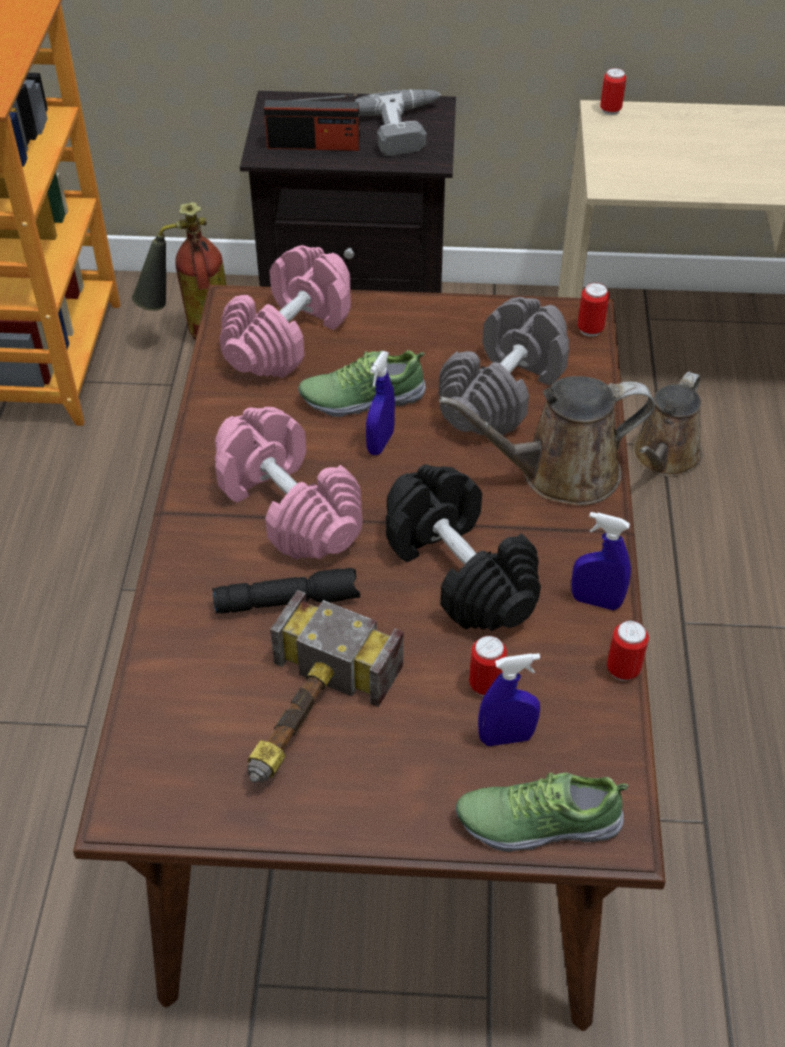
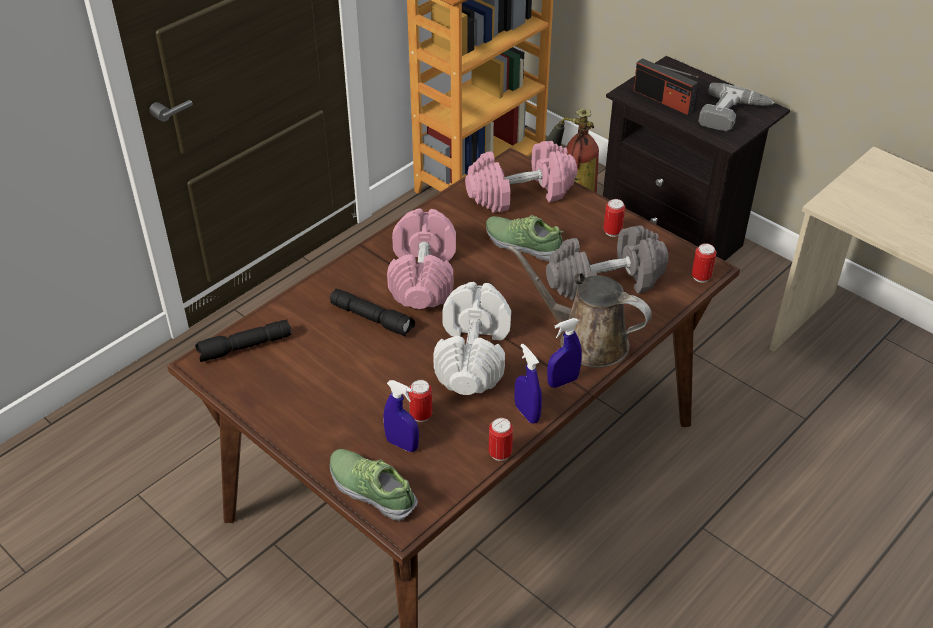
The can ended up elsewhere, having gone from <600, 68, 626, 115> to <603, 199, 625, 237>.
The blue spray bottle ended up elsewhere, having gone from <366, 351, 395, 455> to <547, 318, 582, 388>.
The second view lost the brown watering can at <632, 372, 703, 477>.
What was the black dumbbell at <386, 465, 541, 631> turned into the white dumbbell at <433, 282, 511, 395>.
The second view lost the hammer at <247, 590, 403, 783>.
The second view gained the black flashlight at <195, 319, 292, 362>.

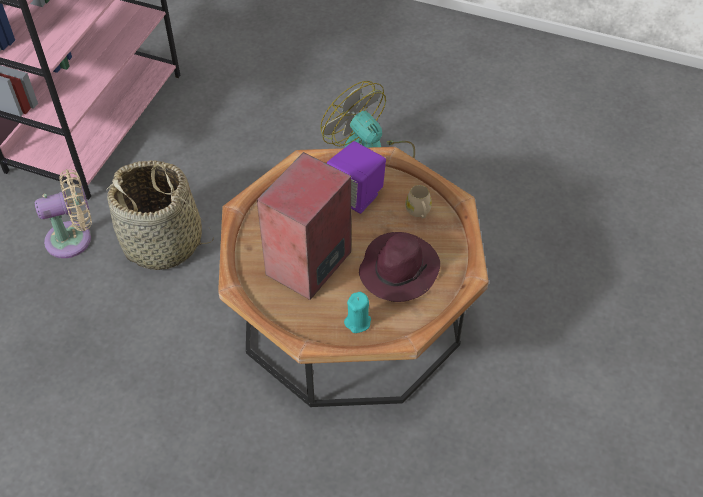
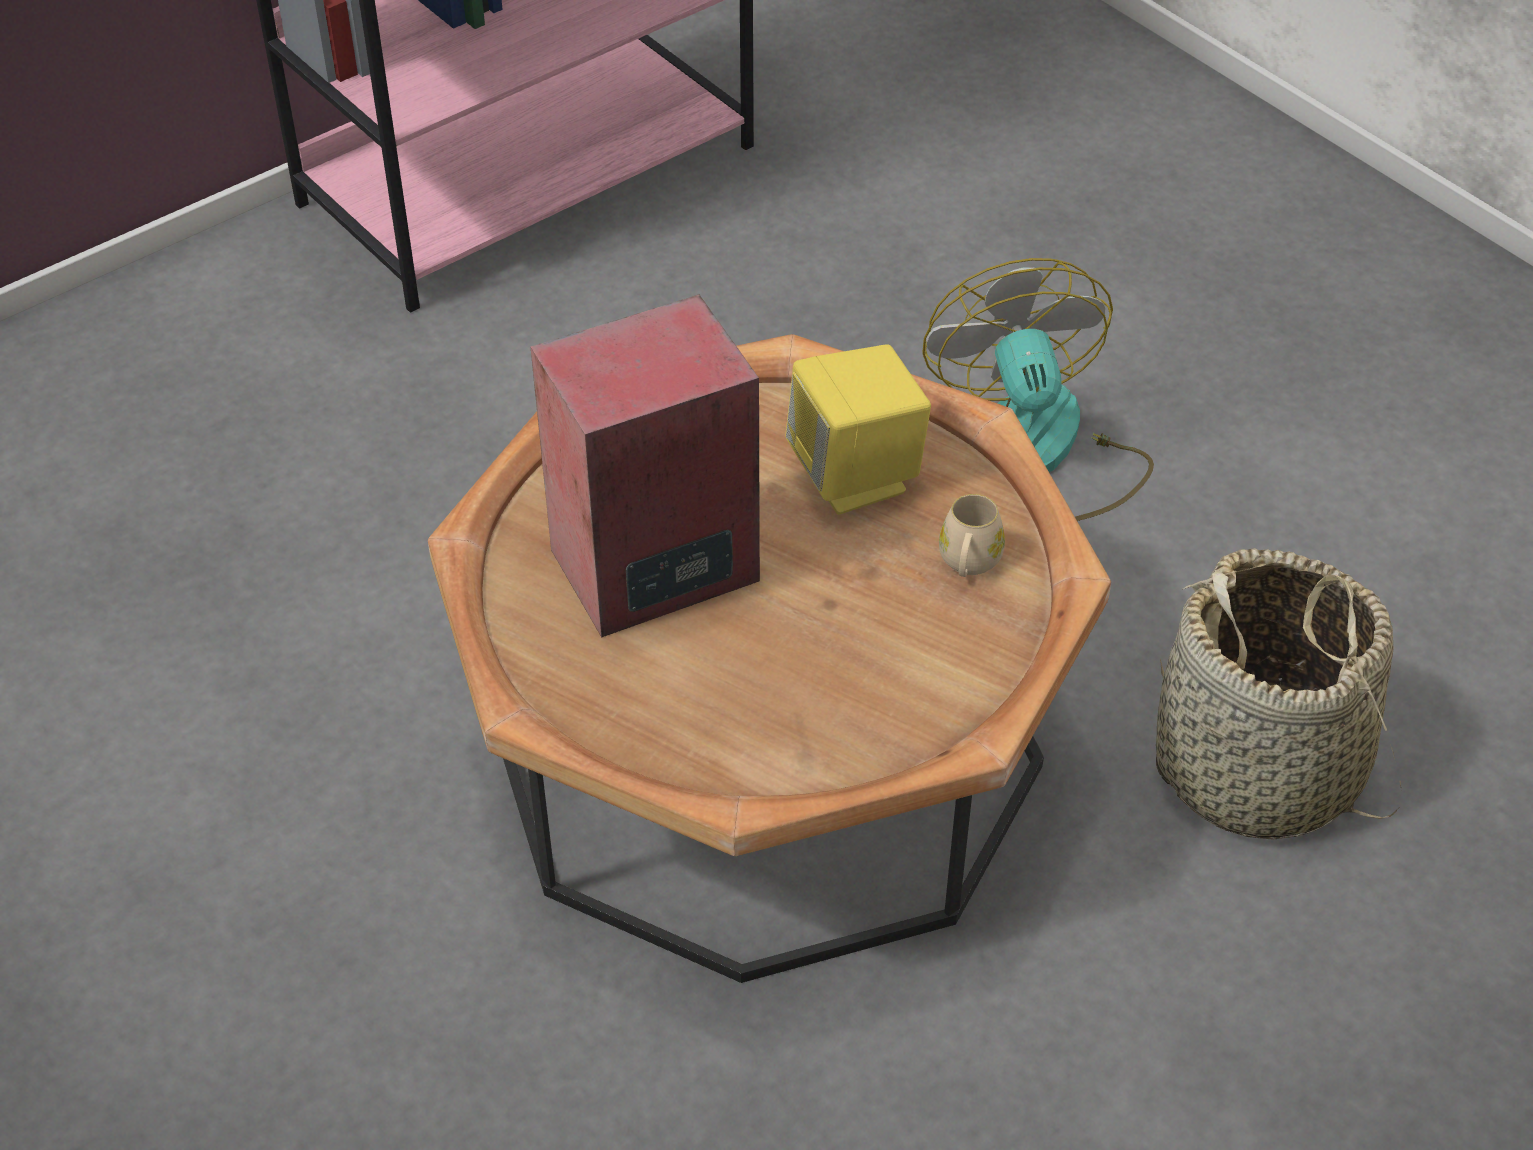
What was the purple speaker at <327, 141, 386, 214> turned into the yellow speaker at <785, 345, 931, 515>.
The basket ended up elsewhere, having gone from <106, 160, 214, 270> to <1156, 548, 1401, 840>.
The second view lost the beige fan at <35, 169, 92, 258>.
The second view lost the purple hat at <359, 232, 440, 302>.
The second view lost the turquoise candle at <344, 292, 371, 333>.

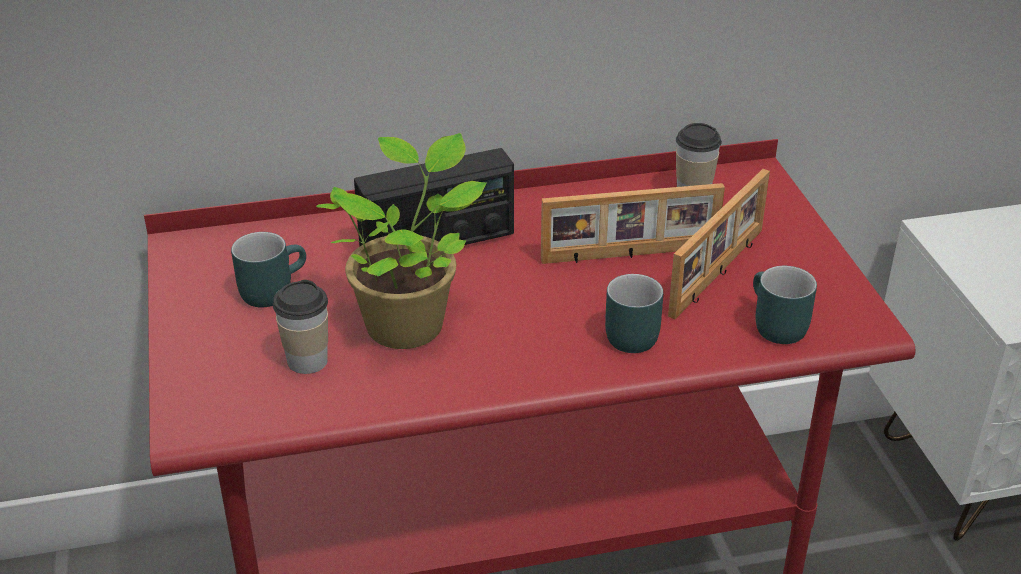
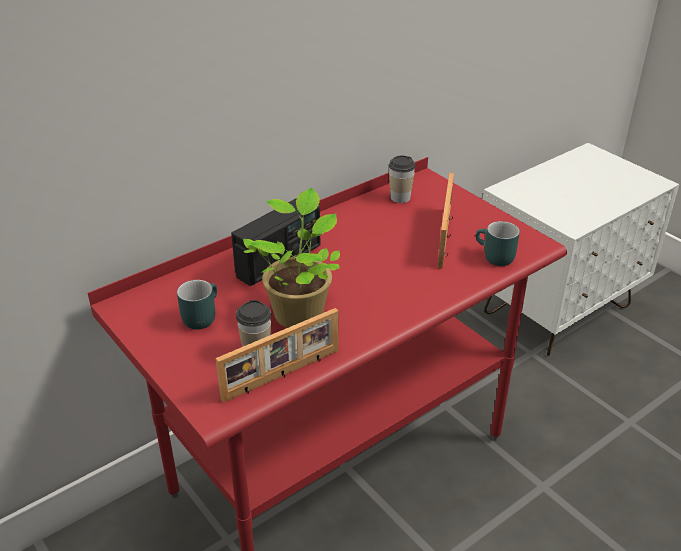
The picture frame ended up elsewhere, having gone from <541, 183, 725, 264> to <216, 308, 339, 403>.
The second view lost the turquoise mug at <605, 274, 663, 353>.

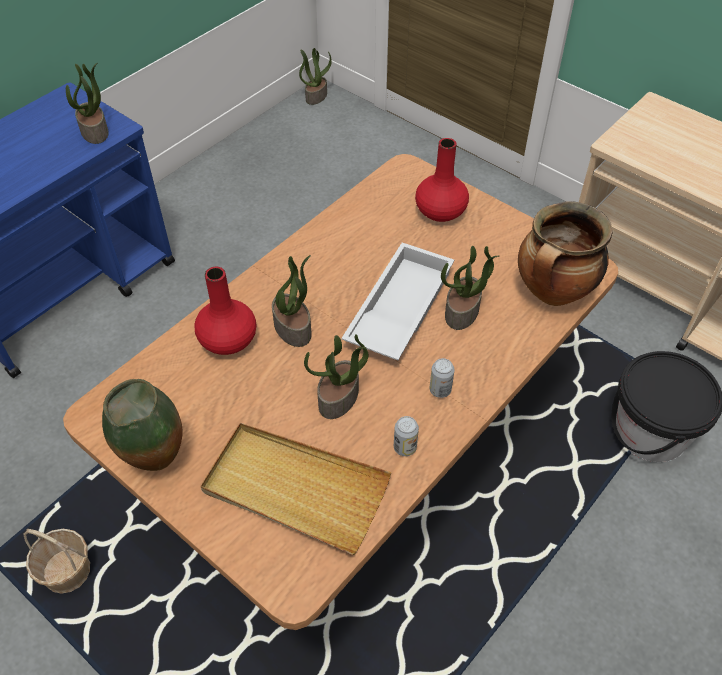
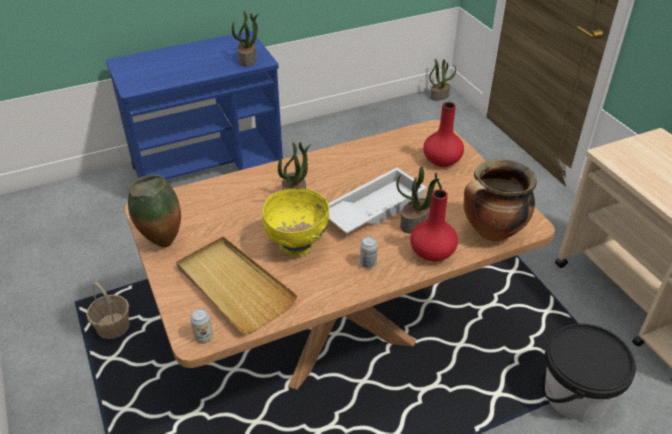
The red vase ended up elsewhere, having gone from <194, 267, 256, 355> to <410, 189, 458, 261>.
Where the potted plant stood at <304, 334, 368, 419>, the yellow bowl came to stand at <262, 189, 329, 257>.
The can ended up elsewhere, having gone from <394, 416, 419, 456> to <190, 309, 213, 343>.

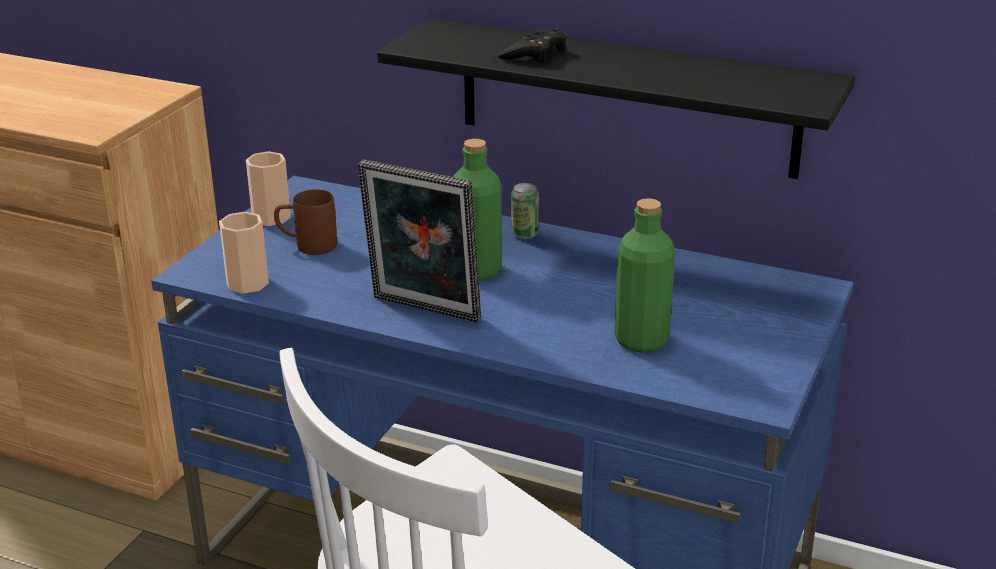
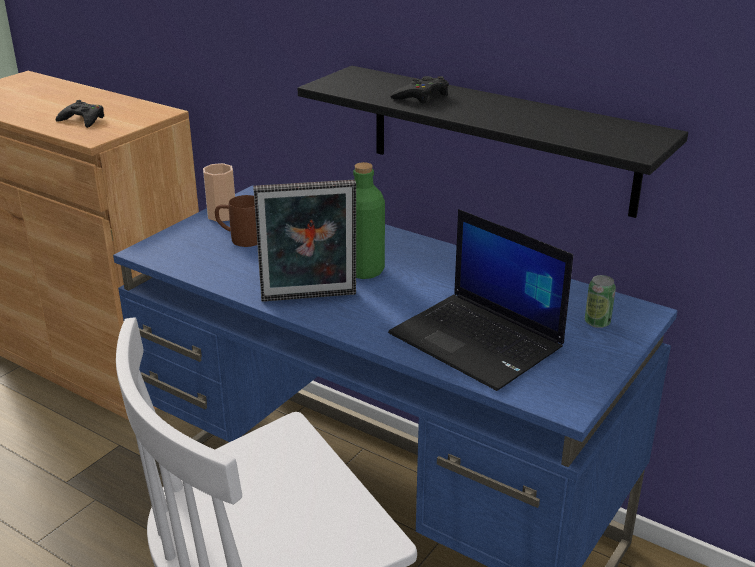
The picture frame at <358, 159, 481, 322> ended up facing another way, 45 degrees counterclockwise from before.
The can ended up elsewhere, having gone from <511, 183, 539, 239> to <585, 275, 616, 328>.
Where the green bottle stood at <614, 198, 675, 353>, the laptop came to stand at <388, 209, 573, 391>.
The second view lost the cup at <219, 212, 269, 294>.
The second view gained the black game controller at <56, 100, 105, 128>.

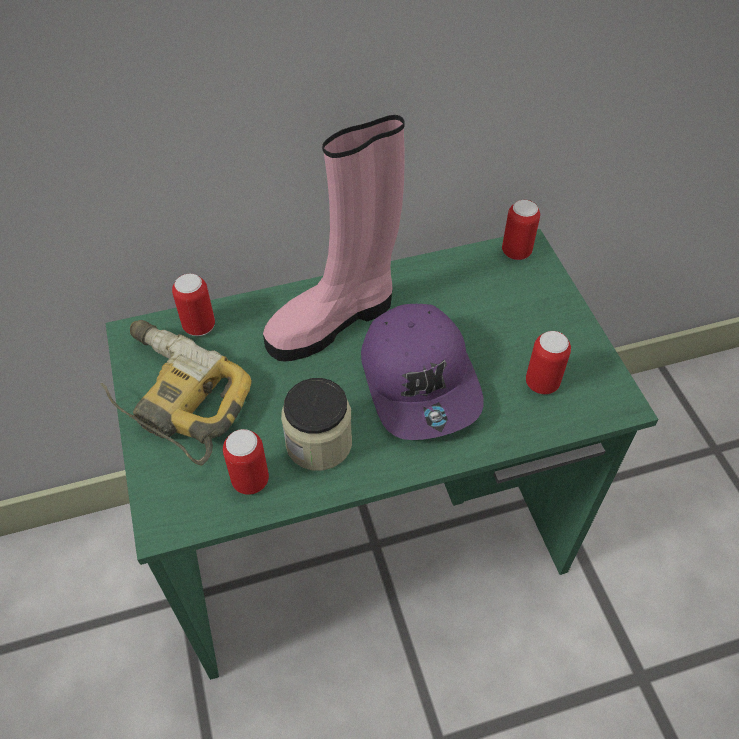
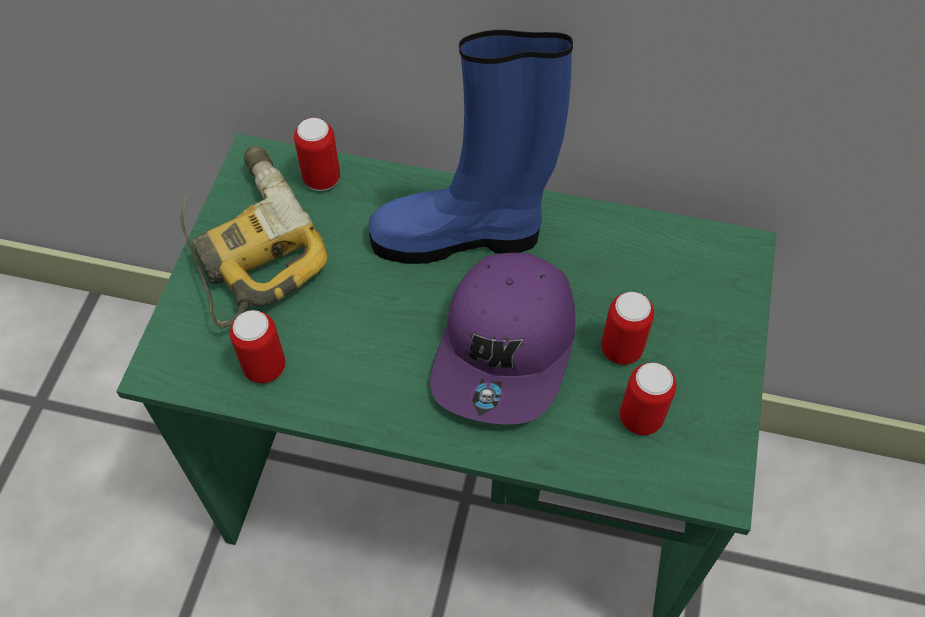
What was the pink boot at <263, 115, 405, 362> turned into the blue boot at <369, 30, 573, 264>.
The can ended up elsewhere, having gone from <502, 200, 540, 260> to <601, 292, 654, 365>.
The second view lost the jar at <281, 378, 352, 471>.

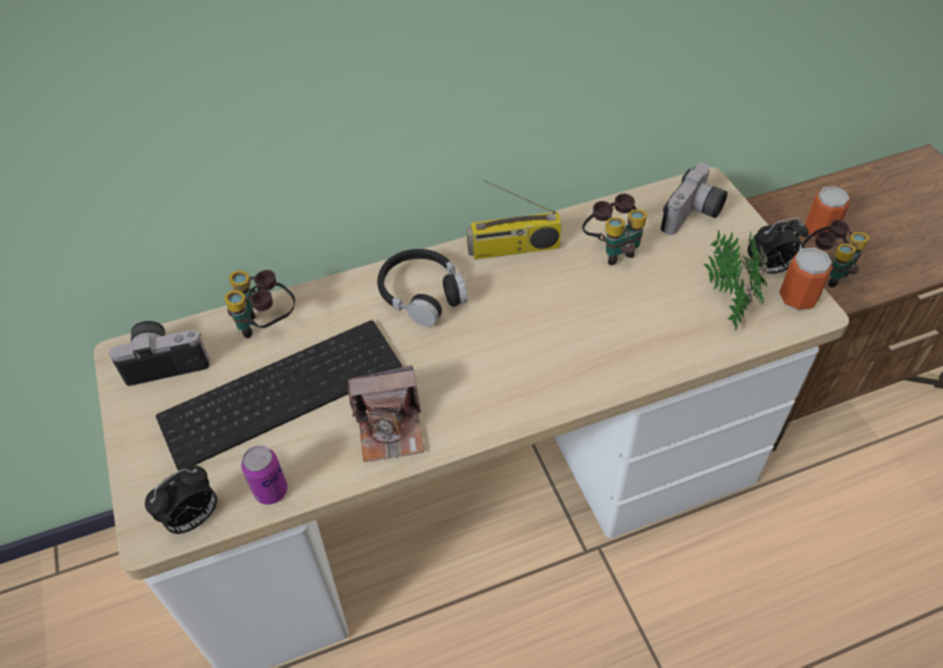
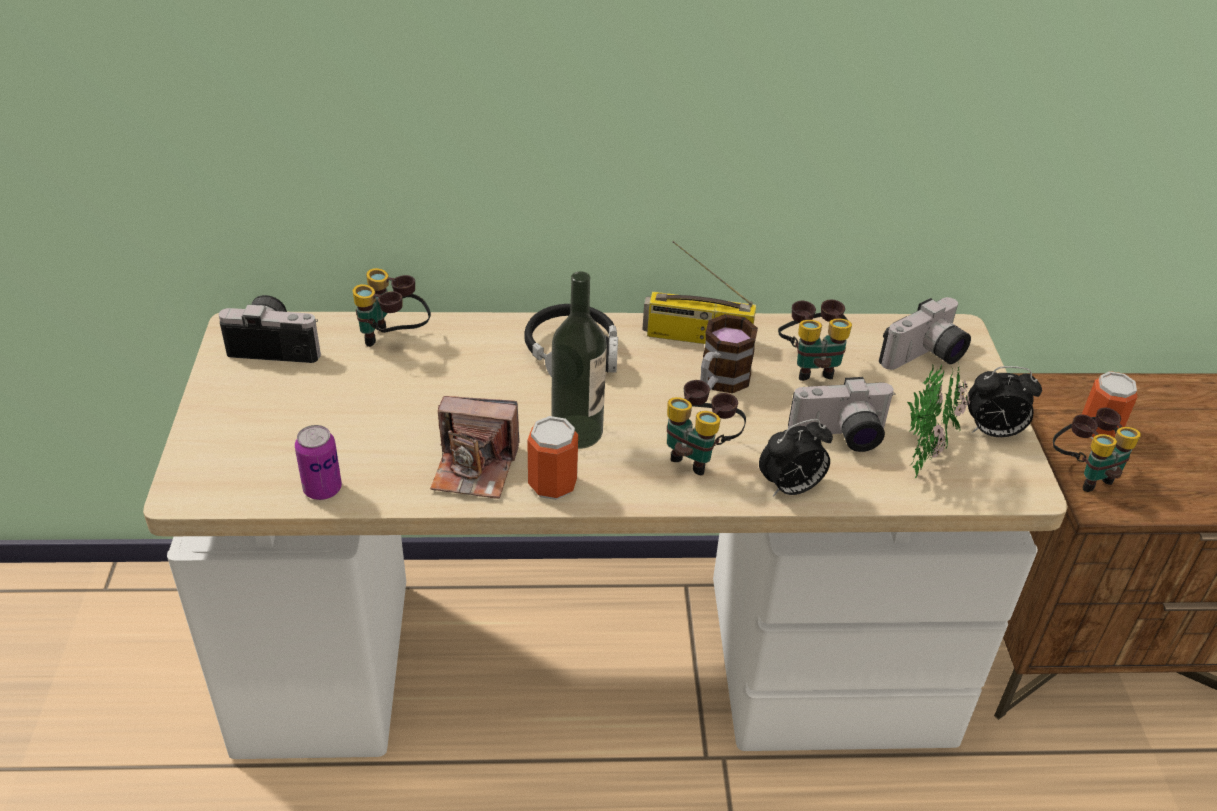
The can ended up elsewhere, having gone from <779, 247, 833, 311> to <527, 416, 578, 500>.
The second view lost the keyboard at <156, 320, 402, 471>.
The alarm clock ended up elsewhere, having gone from <145, 465, 217, 534> to <759, 419, 833, 497>.
The second view gained the bottle at <551, 271, 607, 449>.
The second view gained the mug at <700, 314, 758, 393>.
The second view gained the photo camera at <788, 377, 896, 452>.
The second view gained the binoculars at <667, 380, 746, 475>.

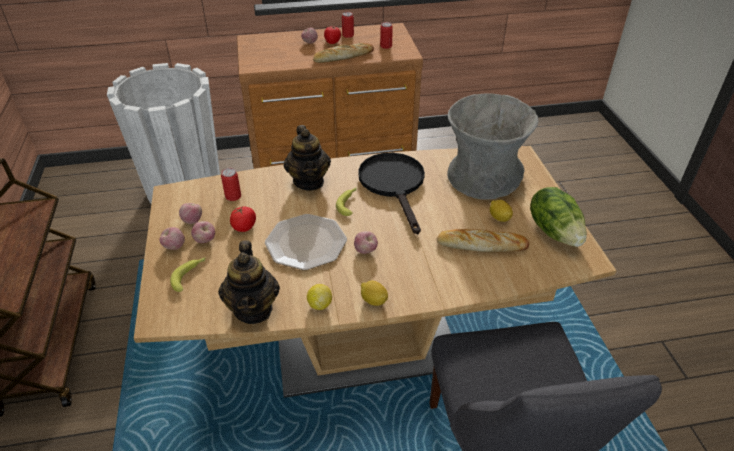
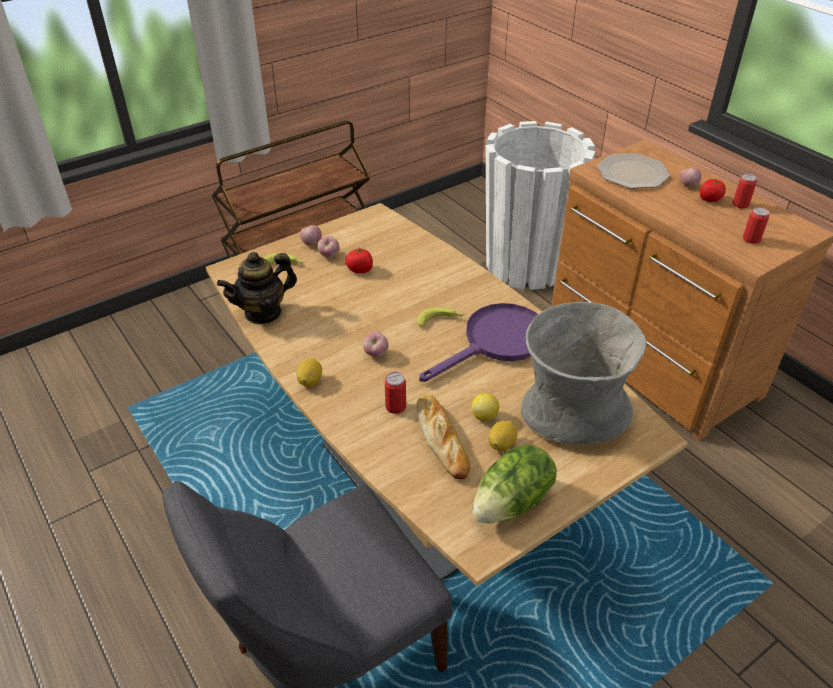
The second view lost the bread at <313, 43, 374, 63>.
The second view lost the teapot at <284, 125, 331, 191>.
What was the black frying pan at <358, 153, 425, 234> turned into the purple frying pan at <419, 303, 538, 382>.
The can ended up elsewhere, having gone from <221, 168, 241, 201> to <385, 372, 406, 414>.
The second view lost the apple at <179, 203, 202, 224>.
The plate ended up elsewhere, having gone from <265, 214, 347, 270> to <597, 153, 670, 189>.
The lemon ended up elsewhere, having gone from <307, 284, 332, 310> to <471, 393, 499, 421>.

